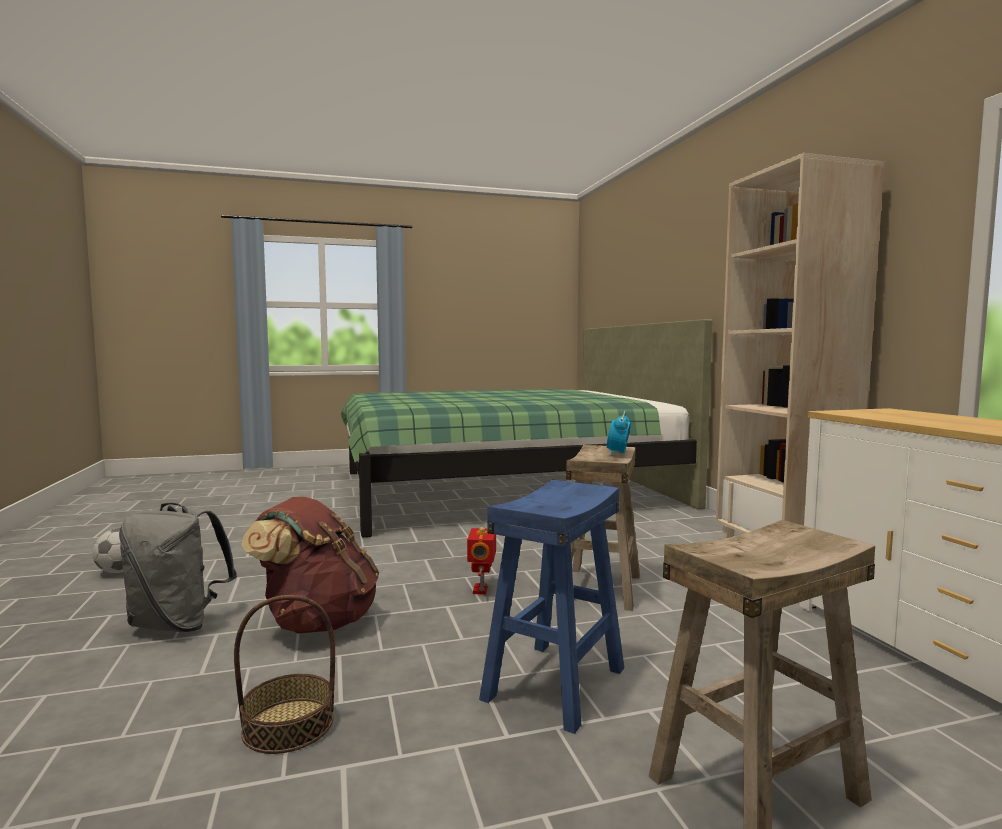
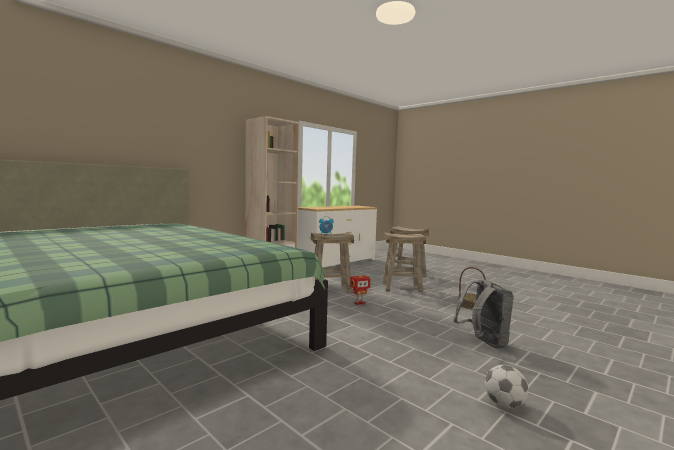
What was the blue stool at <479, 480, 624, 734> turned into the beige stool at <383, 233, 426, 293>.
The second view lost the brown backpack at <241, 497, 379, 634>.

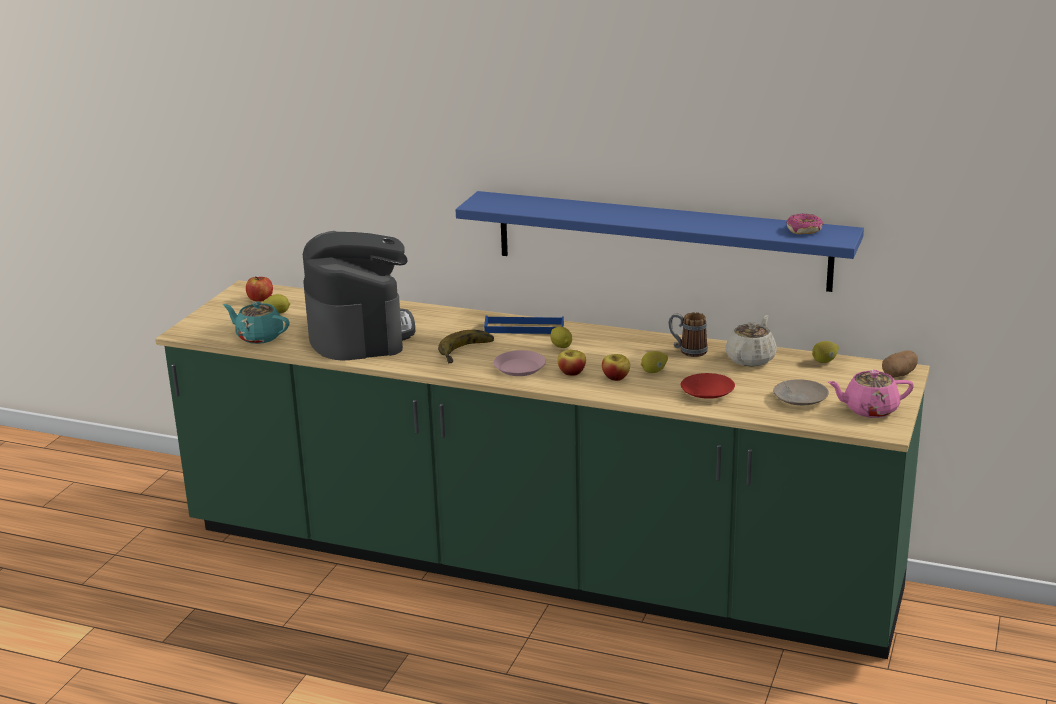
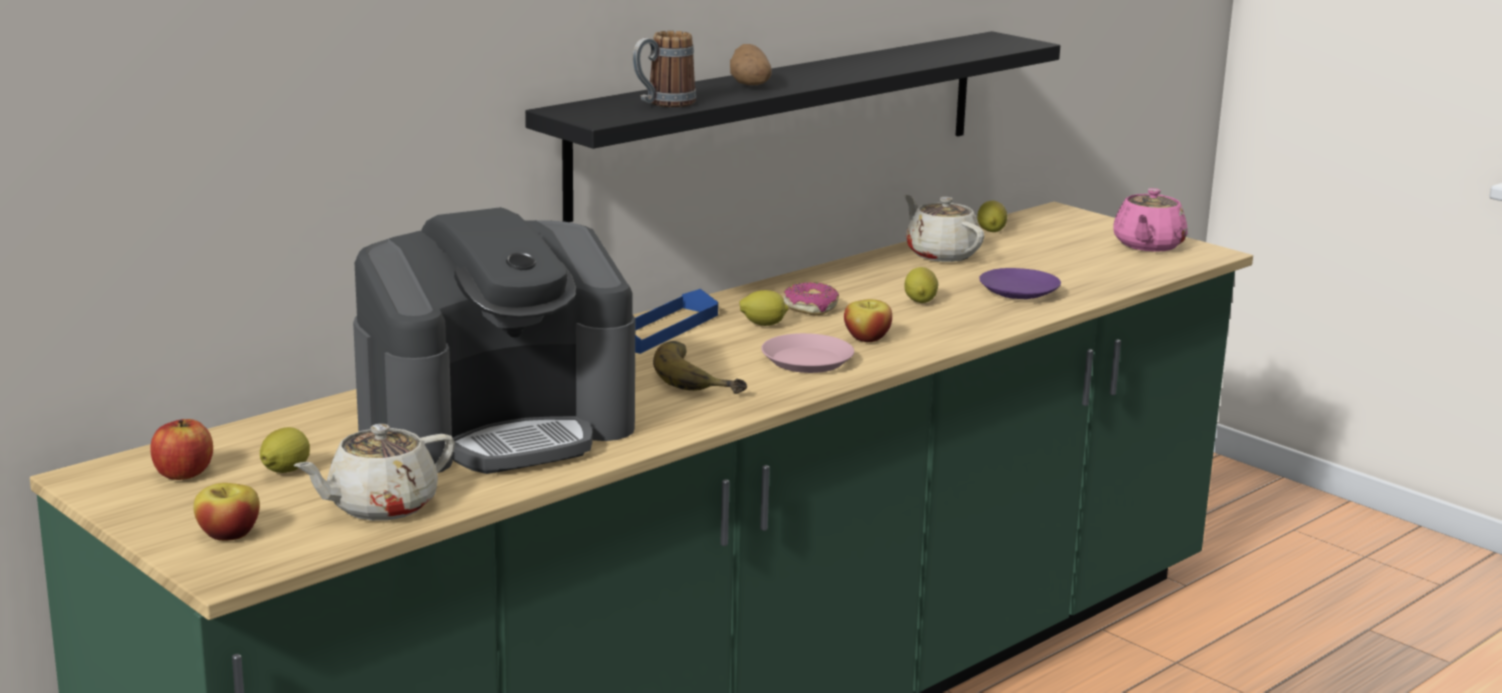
What was the blue shelf at <456, 191, 864, 292> turned into the black shelf at <525, 31, 1060, 222>.
The donut ended up elsewhere, having gone from <786, 213, 823, 234> to <784, 282, 839, 316>.
The coffee machine at <303, 231, 415, 360> ended up facing another way, 135 degrees clockwise from before.
What was the turquoise teapot at <223, 302, 290, 344> turned into the beige teapot at <294, 424, 455, 521>.
The mug ended up elsewhere, having gone from <669, 312, 708, 357> to <632, 31, 696, 107>.
The potato ended up elsewhere, having gone from <882, 350, 918, 378> to <730, 44, 772, 85>.
The apple ended up elsewhere, having gone from <602, 354, 630, 381> to <193, 483, 260, 541>.
What was the red plate at <680, 373, 735, 399> turned into the purple plate at <979, 268, 1061, 299>.
The second view lost the beige plate at <773, 379, 829, 405>.

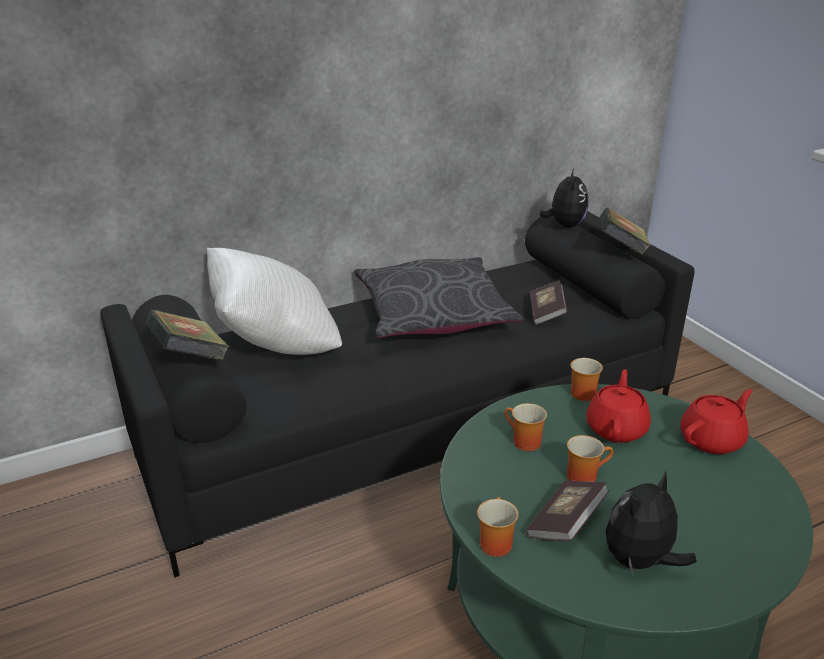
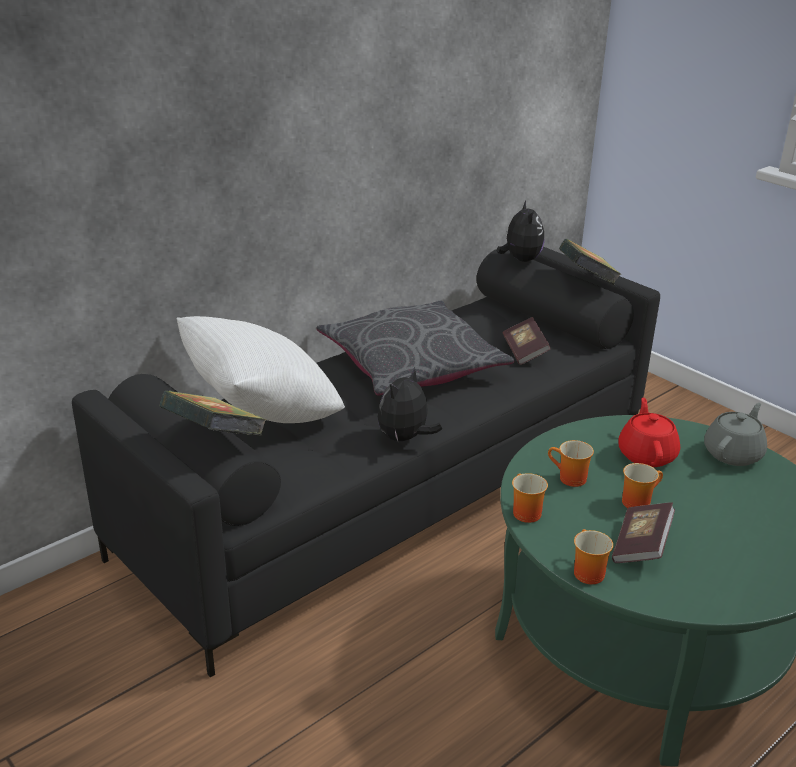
The mug ended up elsewhere, having gone from <571, 358, 603, 401> to <512, 473, 548, 523>.
What was the red teapot at <681, 389, 752, 454> turned into the grey teapot at <704, 403, 767, 466>.
The plush toy ended up elsewhere, having gone from <606, 471, 697, 576> to <378, 367, 442, 441>.

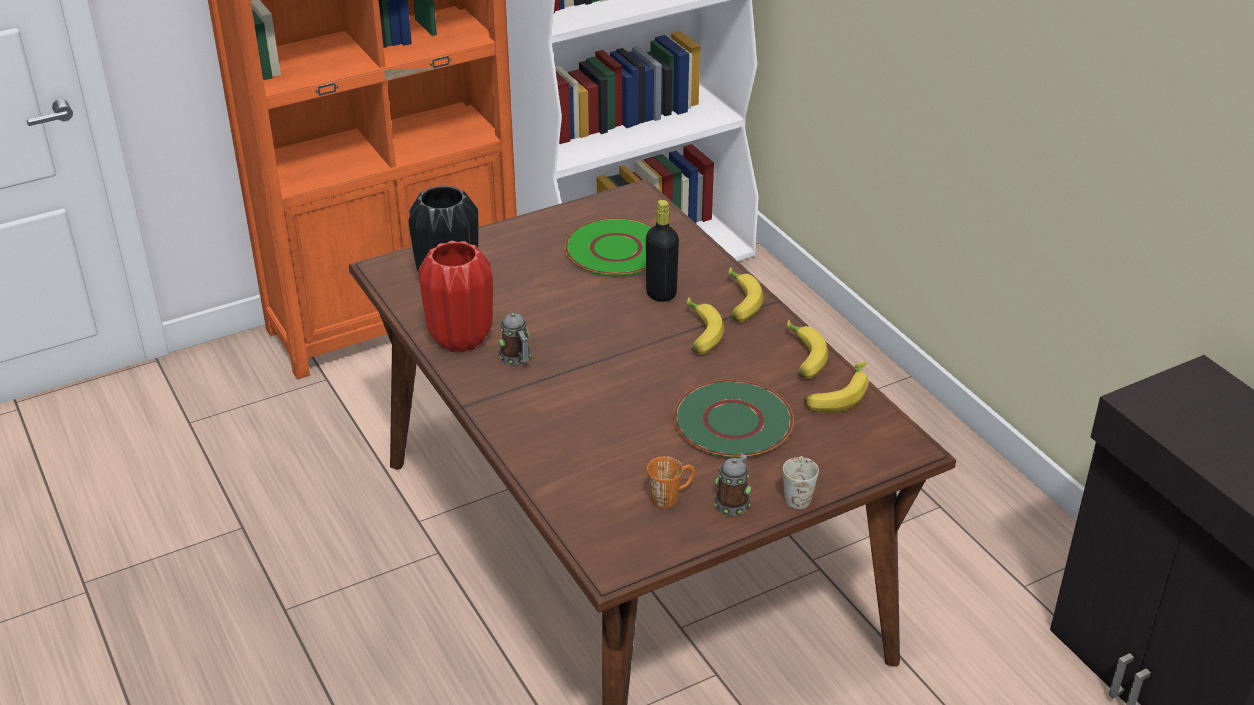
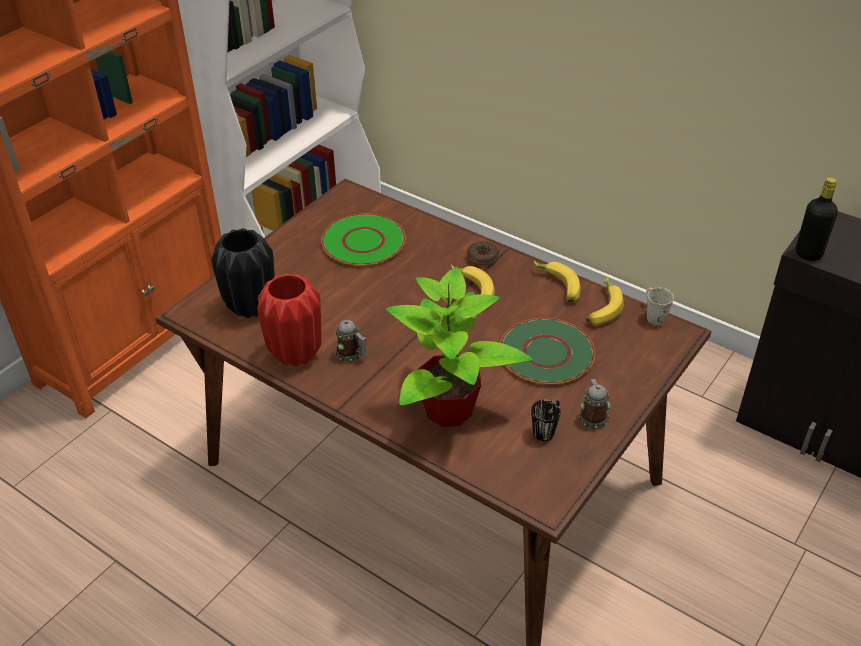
The black bottle ended up elsewhere, having gone from <646, 200, 679, 302> to <796, 177, 838, 261>.
Where the banana stood at <728, 267, 764, 322>, the donut came to stand at <467, 241, 499, 266>.
What was the orange mug at <647, 456, 695, 508> turned into the black mug at <531, 400, 561, 441>.
The white mug ended up elsewhere, having gone from <783, 456, 819, 509> to <646, 287, 674, 325>.
The second view gained the potted plant at <386, 267, 532, 427>.

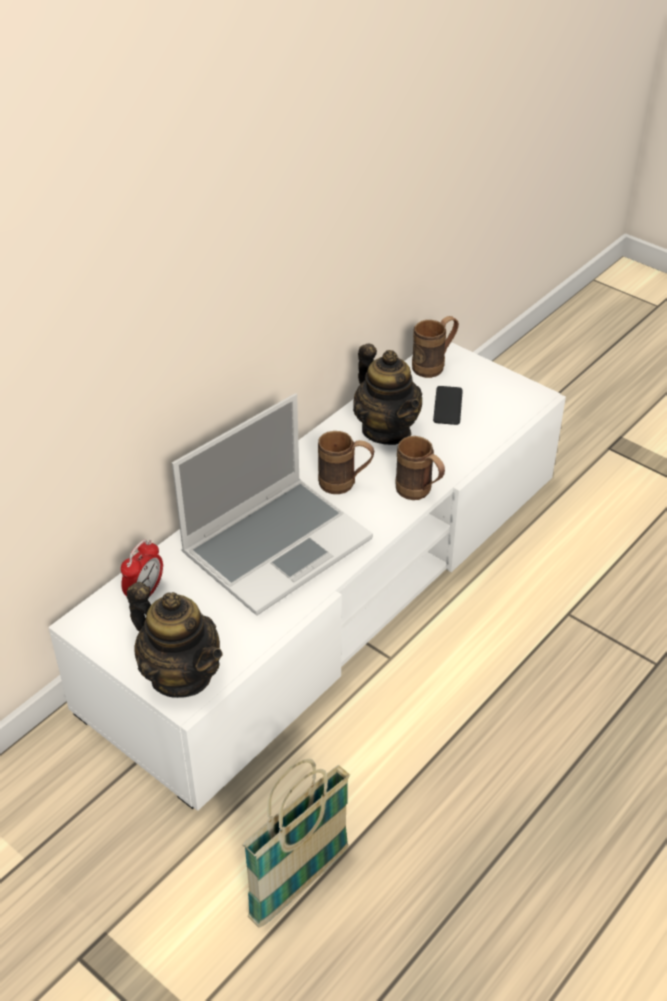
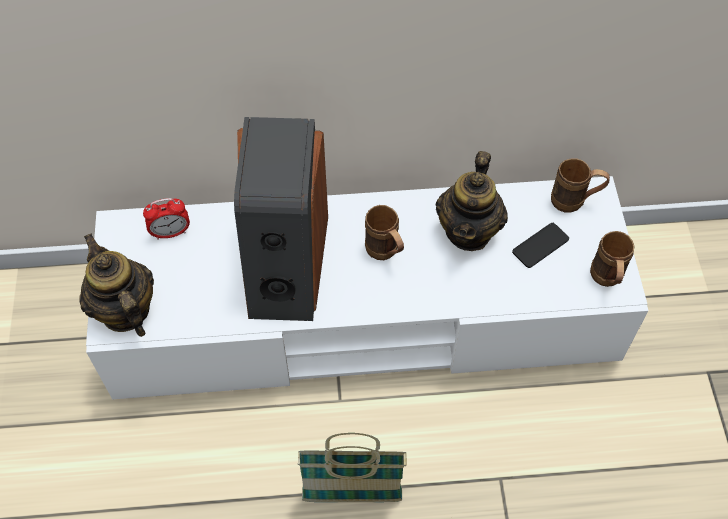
Where the laptop stood at <172, 393, 373, 616>, the speaker came to stand at <234, 117, 328, 321>.
The brown mug ended up elsewhere, having gone from <395, 436, 445, 500> to <590, 231, 635, 287>.
The teapot at <127, 582, 222, 698> ended up facing another way, 150 degrees clockwise from before.
The basket ended up elsewhere, having gone from <243, 759, 350, 927> to <298, 433, 407, 502>.

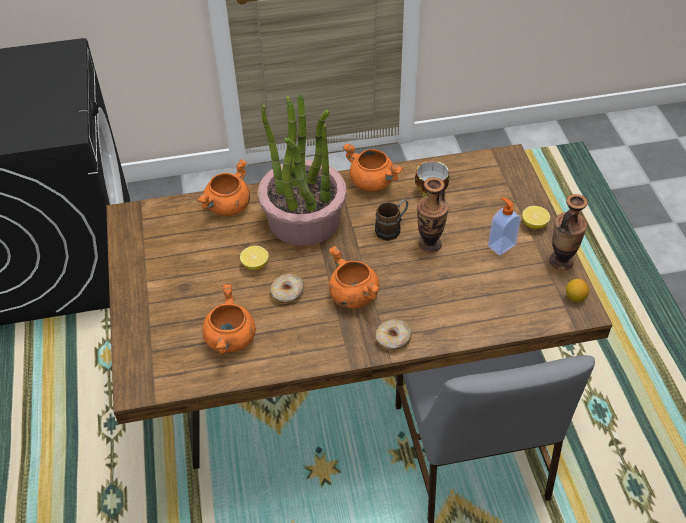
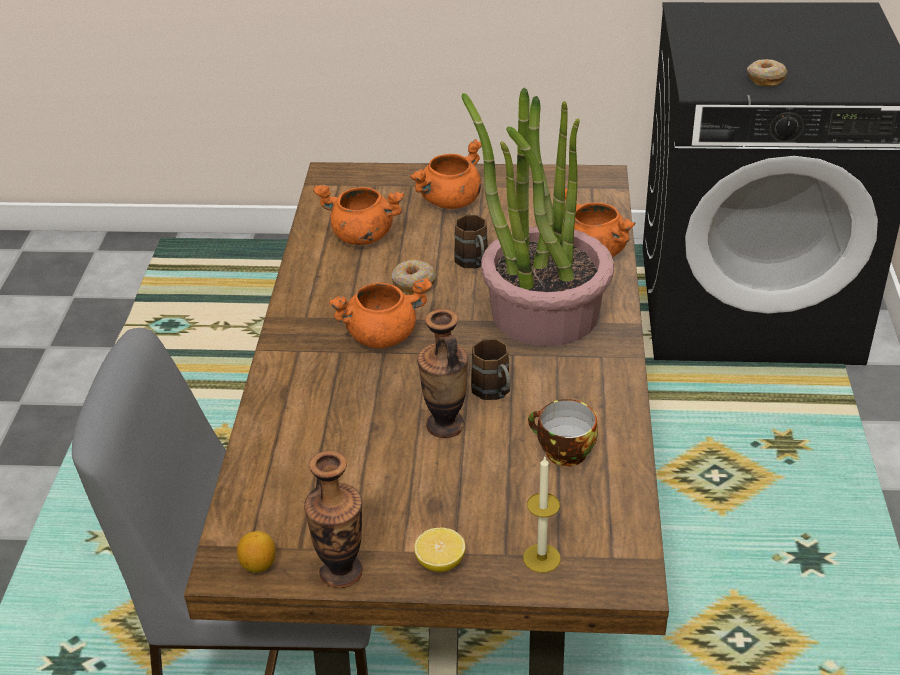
The orange cooking pot ended up elsewhere, having gone from <343, 144, 403, 192> to <409, 139, 482, 209>.
The second view lost the soap dispenser at <488, 197, 521, 256>.
Where the lemon stood at <240, 246, 269, 270>, the brown mug came to stand at <454, 215, 488, 268>.
The donut ended up elsewhere, having gone from <376, 319, 412, 350> to <747, 59, 787, 87>.
The second view gained the candle at <523, 457, 561, 573>.

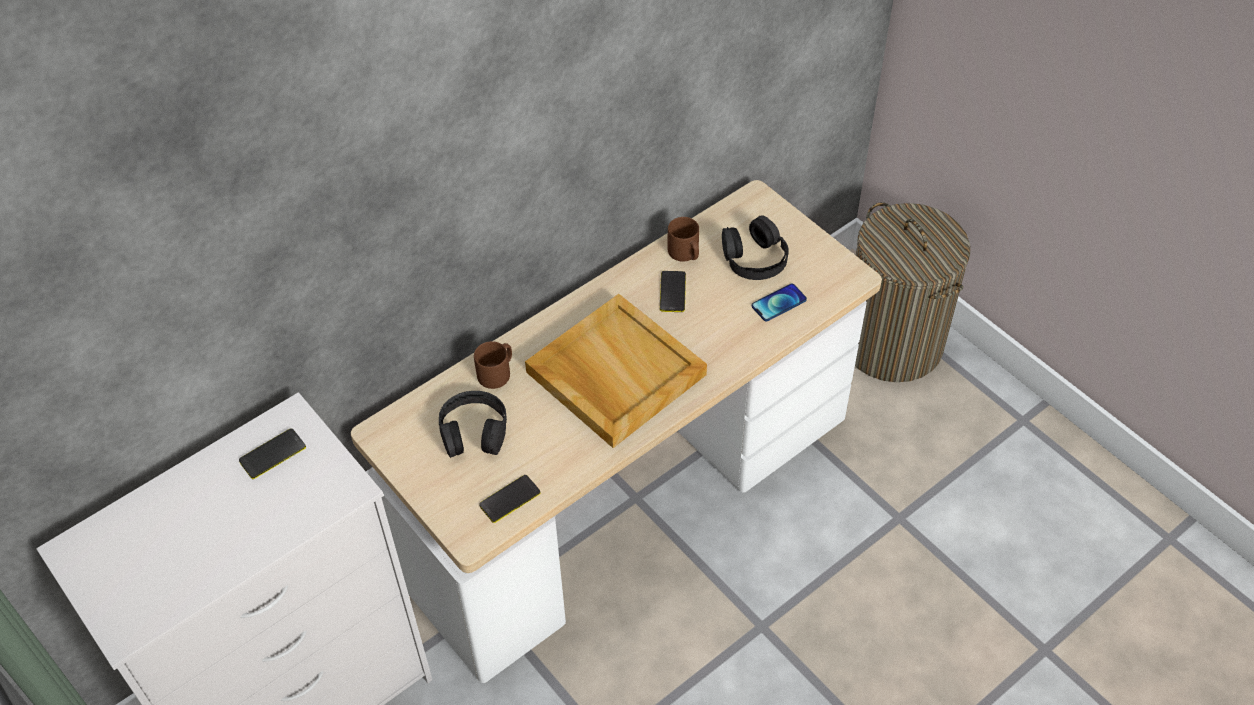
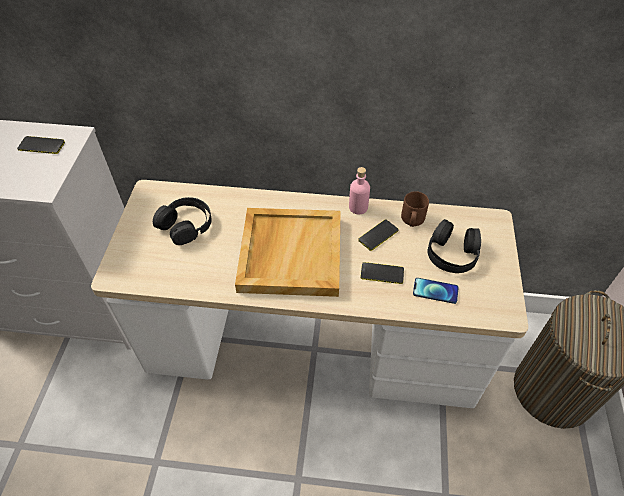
The second view lost the brown mug at <474, 341, 512, 389>.
The phone ended up elsewhere, having gone from <479, 475, 541, 523> to <360, 262, 404, 284>.
The second view gained the pink bottle at <349, 167, 370, 215>.

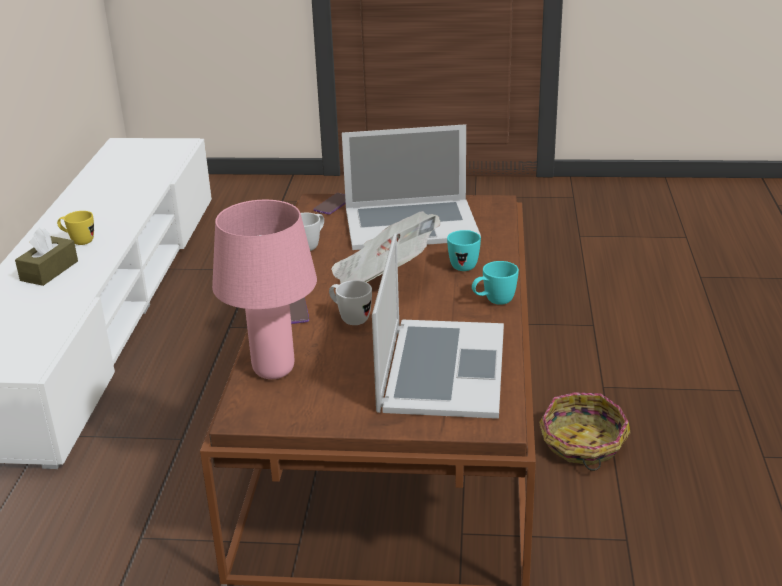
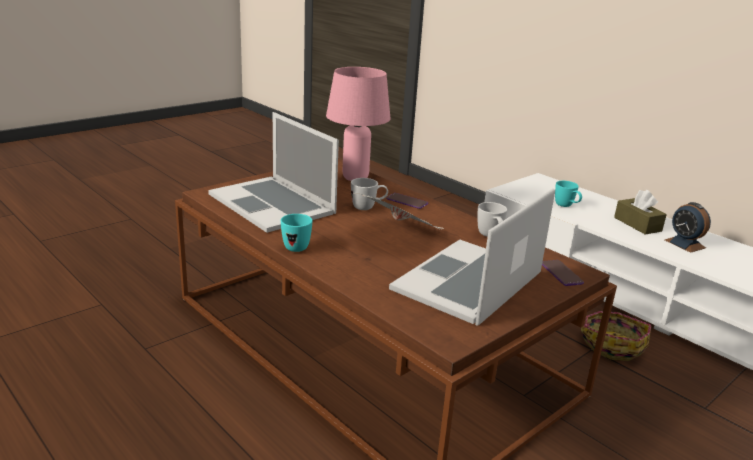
Where the yellow mug stood at <57, 211, 94, 245>, the alarm clock came to stand at <665, 202, 711, 253>.
The turquoise mug ended up elsewhere, having gone from <447, 230, 481, 271> to <555, 181, 582, 207>.
The basket ended up elsewhere, having gone from <539, 392, 630, 471> to <581, 311, 652, 361>.

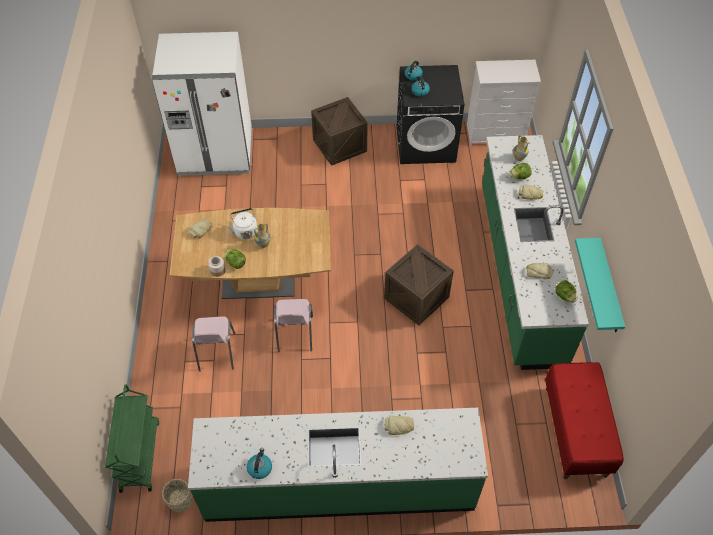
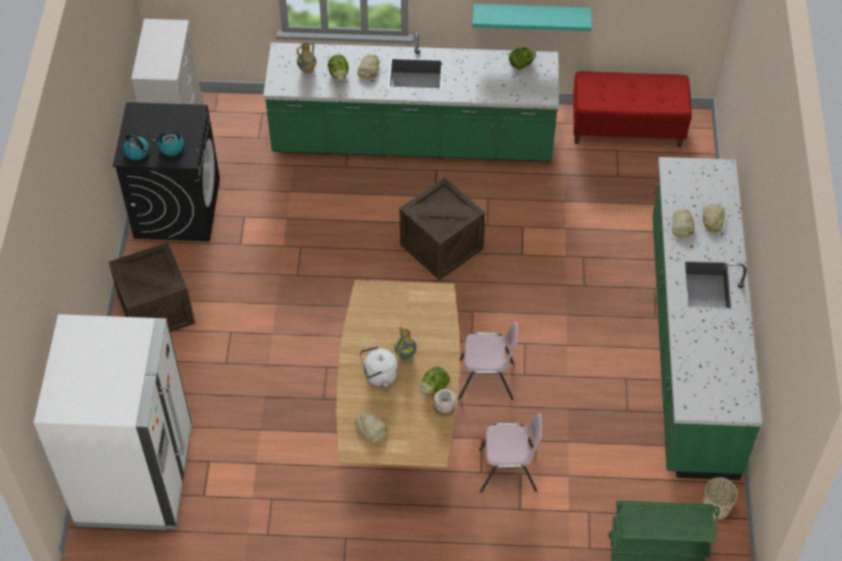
The bread ended up elsewhere, having gone from <526, 263, 553, 279> to <703, 203, 725, 232>.
The second view lost the kettle at <247, 448, 272, 479>.

